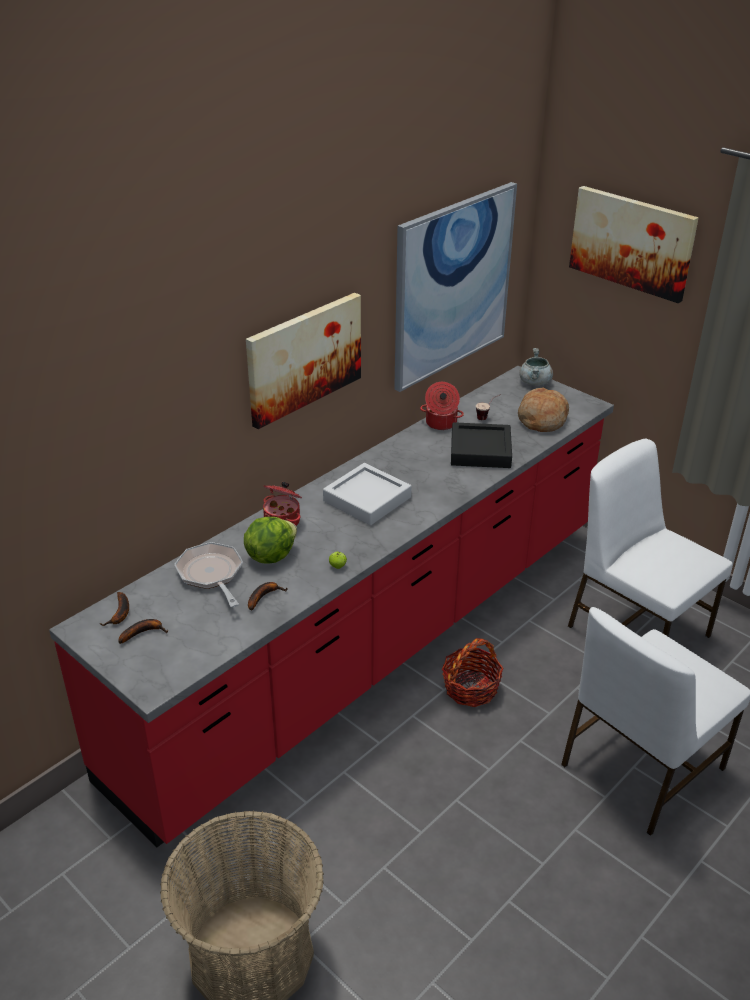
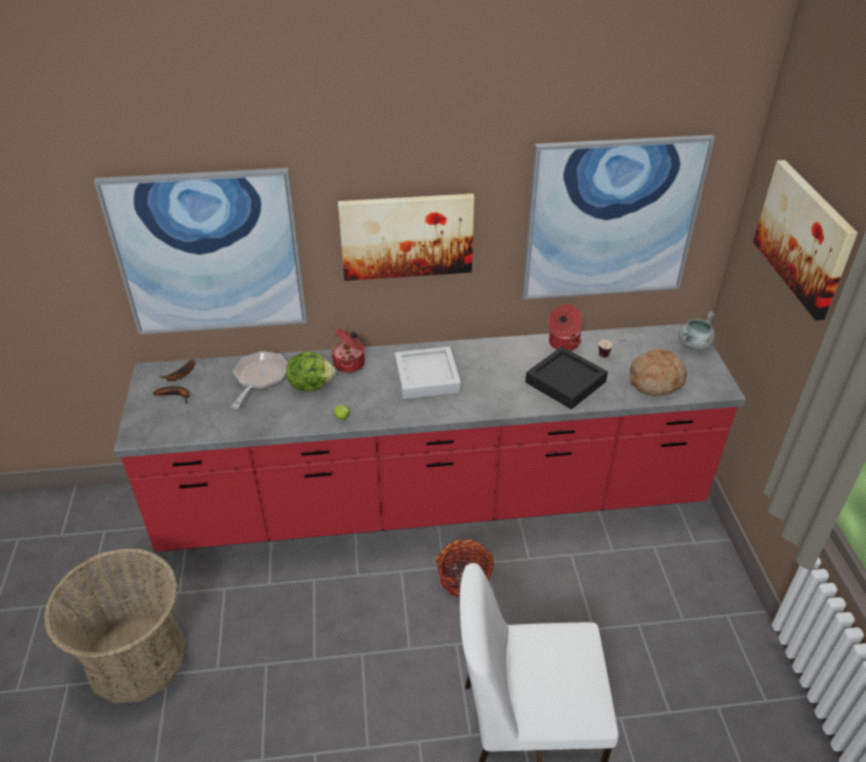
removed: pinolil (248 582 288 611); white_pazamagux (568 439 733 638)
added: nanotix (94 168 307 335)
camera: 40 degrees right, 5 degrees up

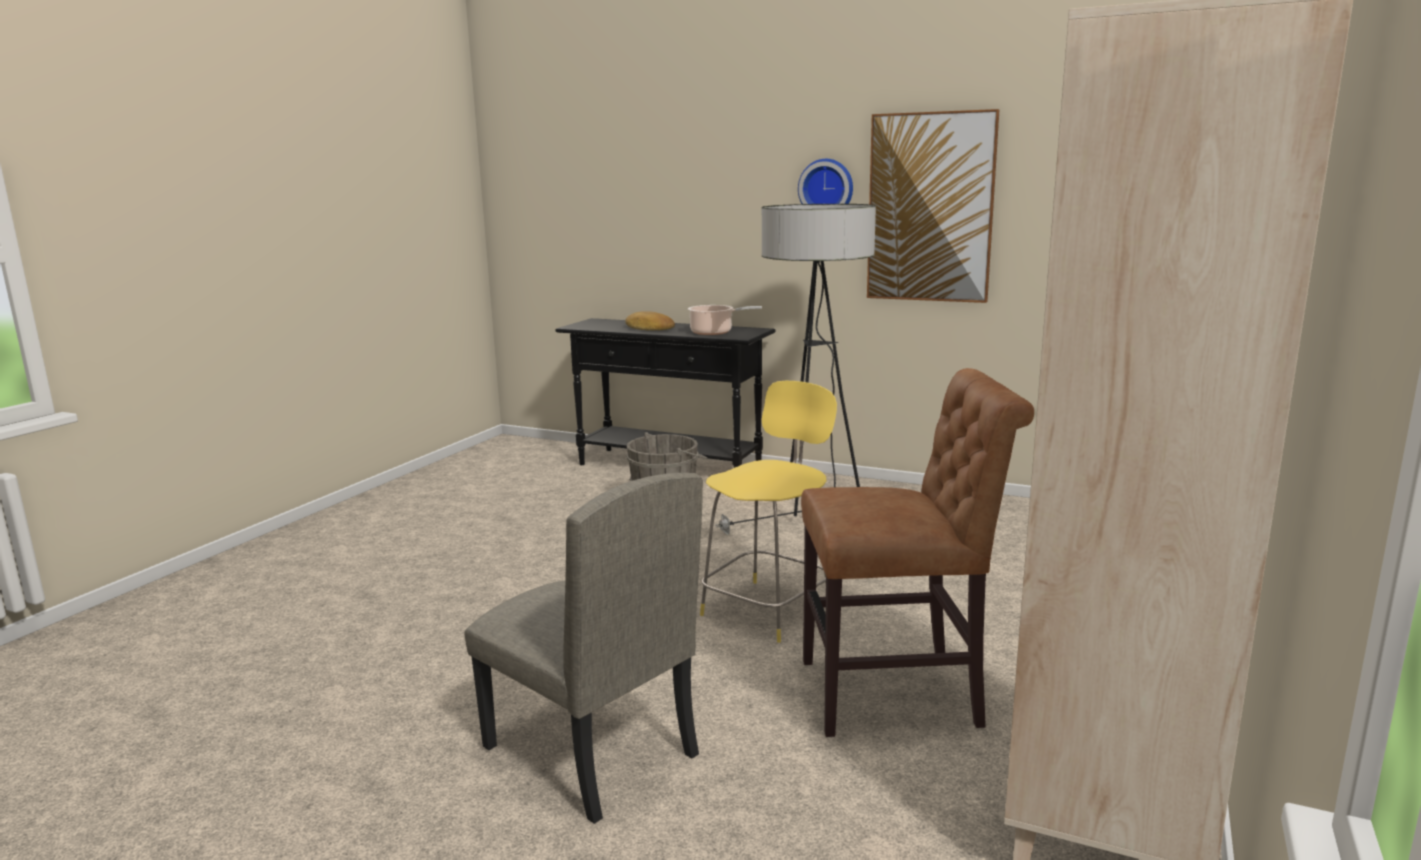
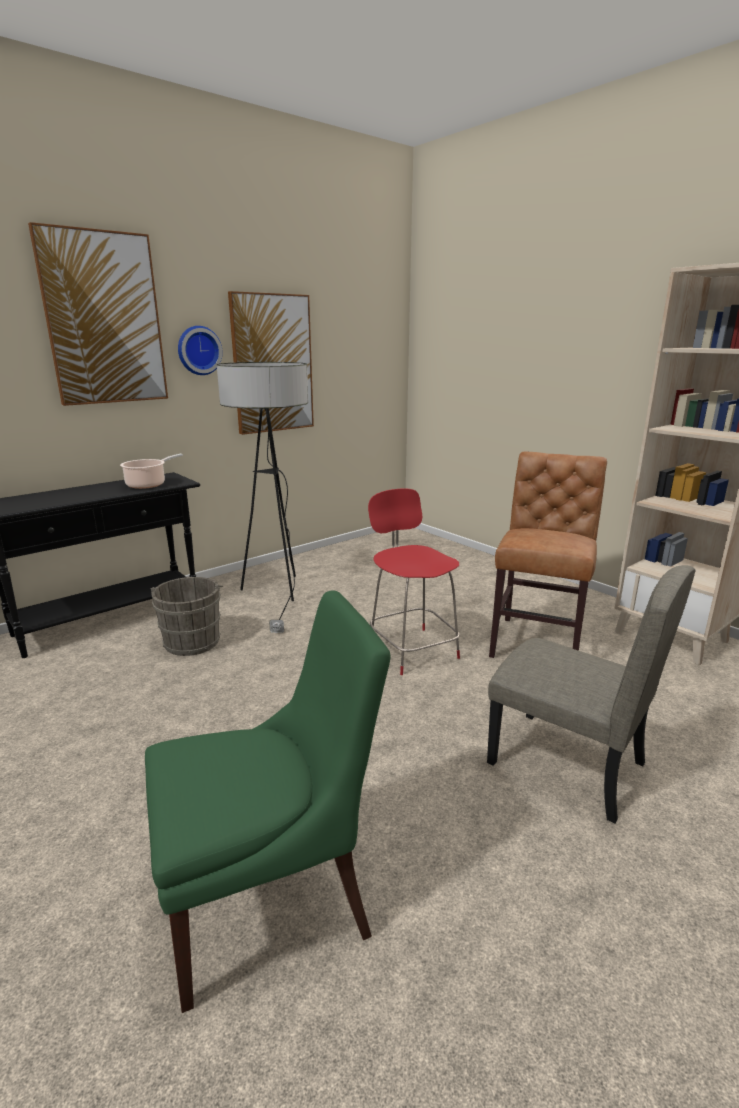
removed: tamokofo (625 311 675 331)
added: nanotix (28 222 168 406); green_pazamagux (145 590 390 1013)
recoloured: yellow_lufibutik (700 381 837 643) to red_lufibutik (368 488 460 675)
turned: beige_pazamagux (464 473 703 824) = (487 565 696 824) 60 degrees clockwise
camera: 65 degrees left, 5 degrees up

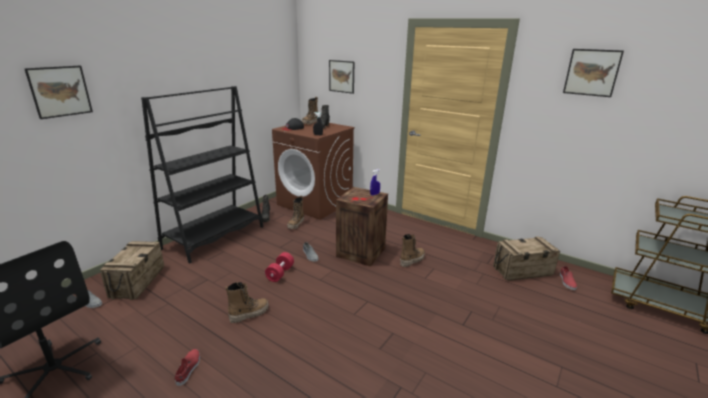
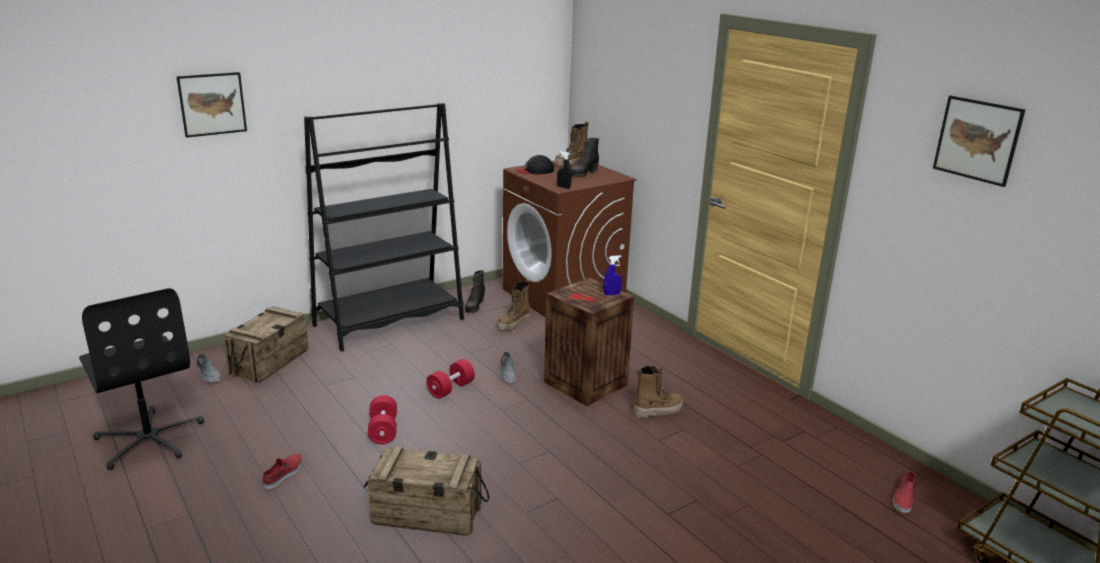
removed: nanotix (329 60 354 94)
moved: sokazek (493 236 560 281) to (364 446 489 536)
replaced: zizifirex (225 282 269 323) to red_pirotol (368 395 397 444)
camera: 20 degrees right, 0 degrees up

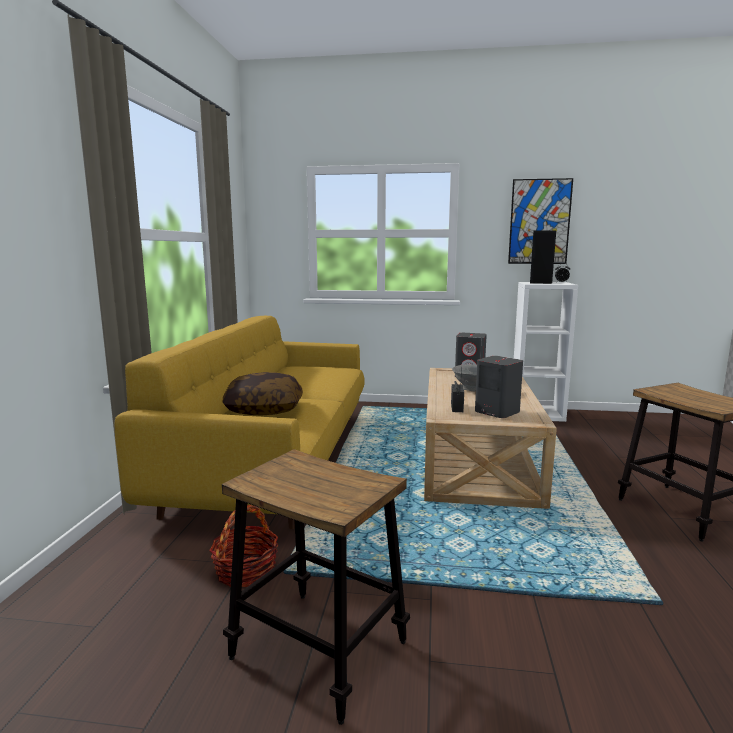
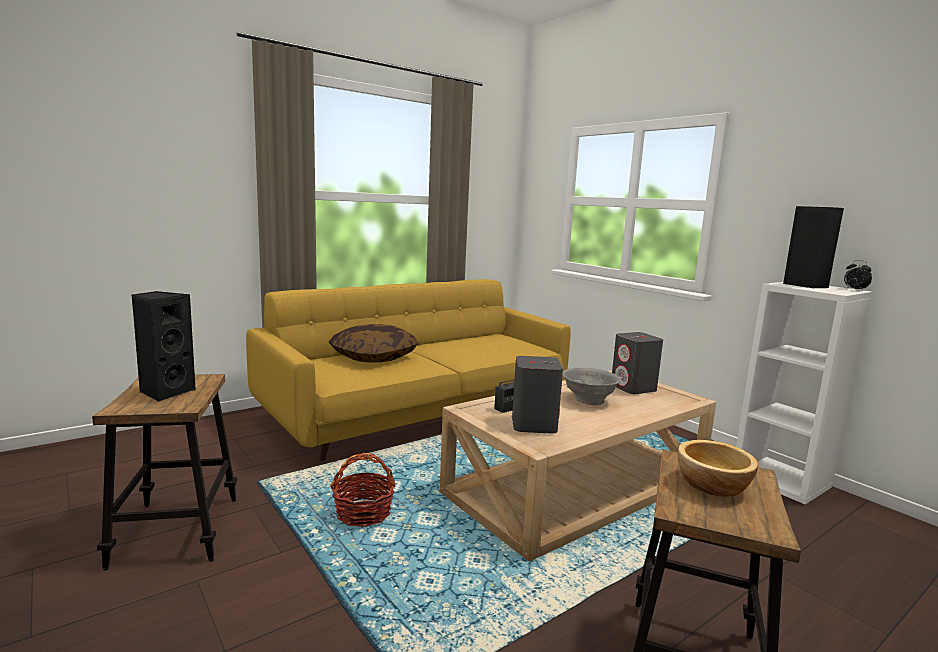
removed: nanotix (508 178 573 264)
added: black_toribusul (132 291 196 402); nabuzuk (678 440 758 497)
moved: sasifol (209 505 278 587) to (330 453 396 527)
camera: 45 degrees right, 0 degrees up

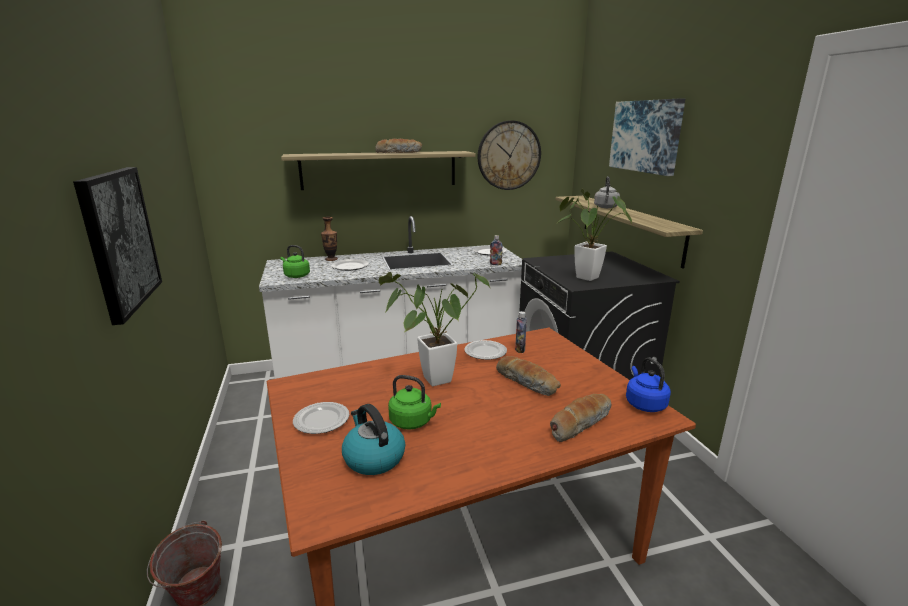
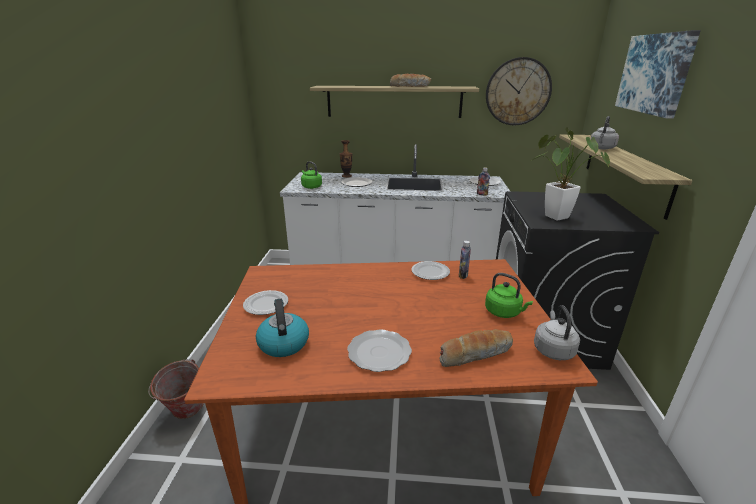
removed: nanotix (73 167 162 325); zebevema (378 272 490 386); tamokofo (496 356 561 396)
added: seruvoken (347 329 412 372)
moved: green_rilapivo (388 375 441 430) to (485 273 533 318)
recoloured: blue_rilapivo (626 357 671 412) to grey_rilapivo (534 305 580 360)
camera: 20 degrees right, 5 degrees up

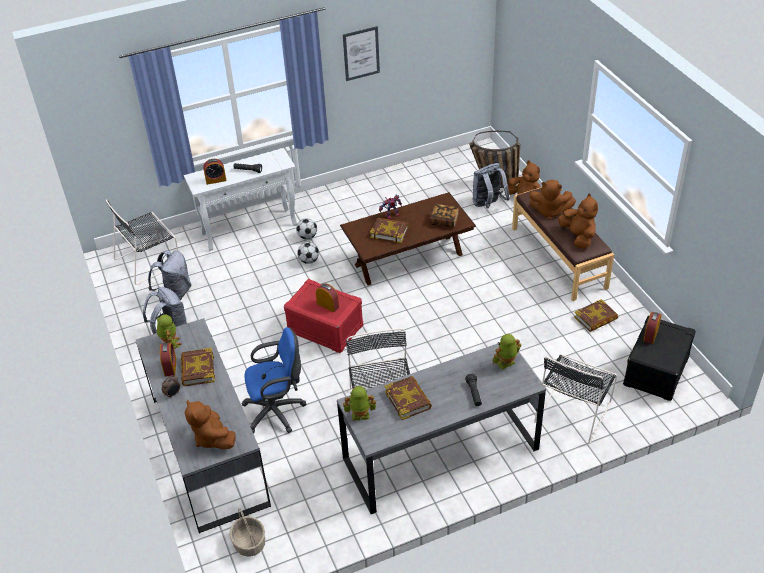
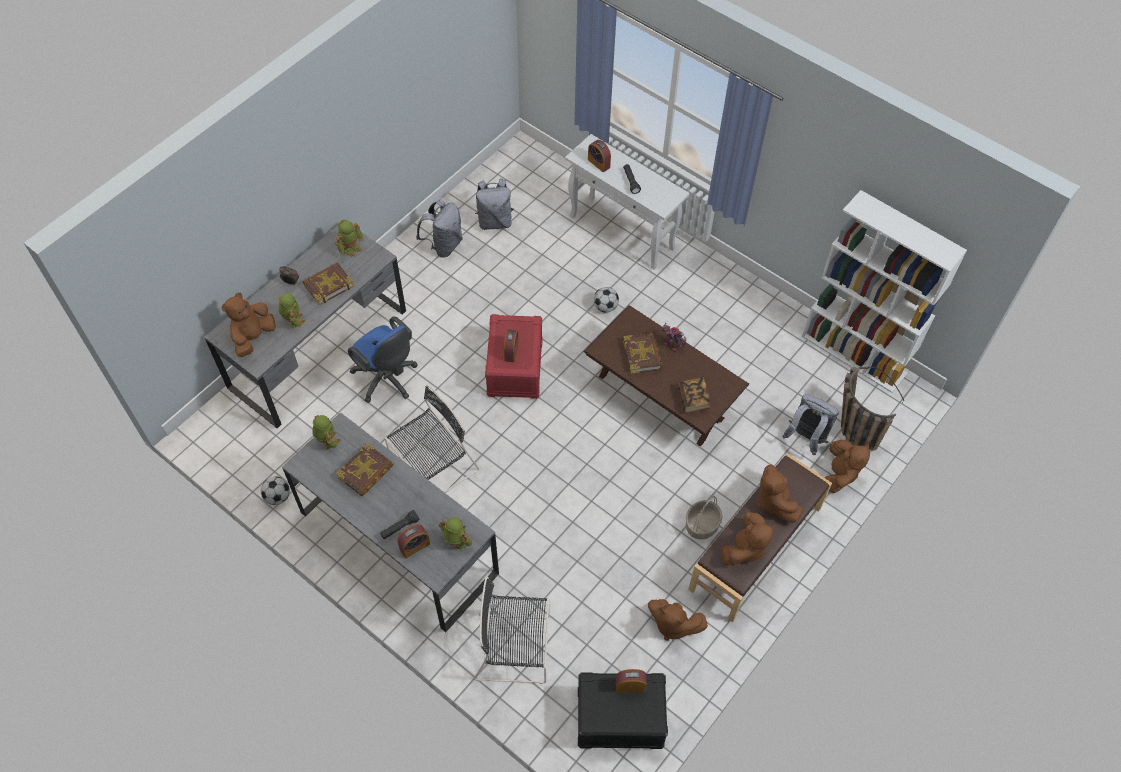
removed: black_pazamagux (106 199 178 285); nanotix (343 26 380 81)
added: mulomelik (278 294 306 328); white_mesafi (802 190 967 393)
moved: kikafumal (296 218 317 239) to (261 477 290 505); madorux (160 343 176 377) to (398 524 430 558); sasifol (230 508 265 557) to (686 496 722 540)
replaced: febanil (574 299 618 332) to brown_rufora (648 599 708 641)
camera: 60 degrees right, 15 degrees up

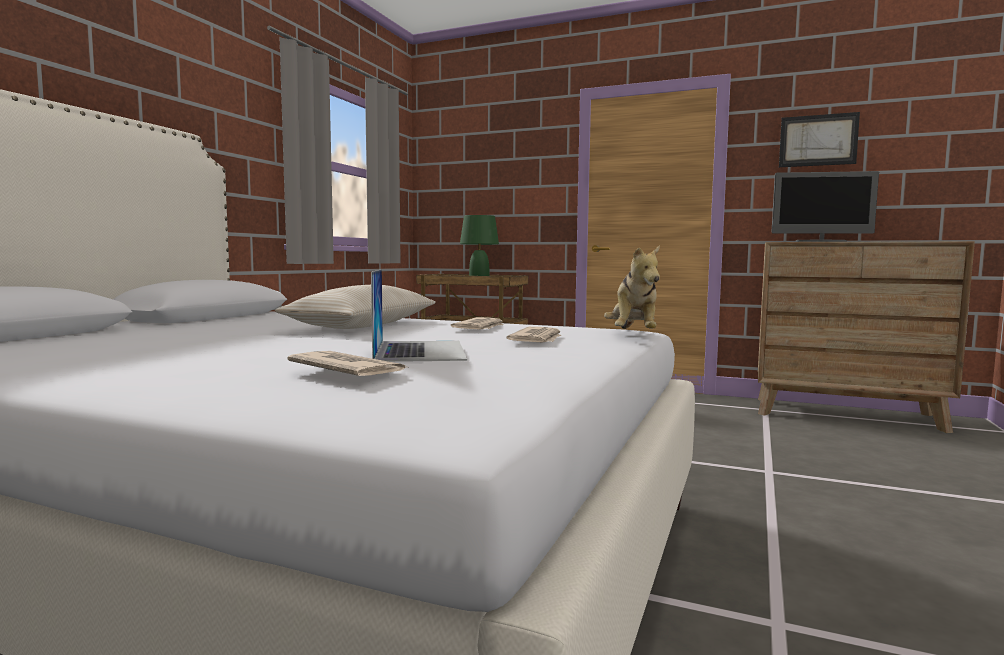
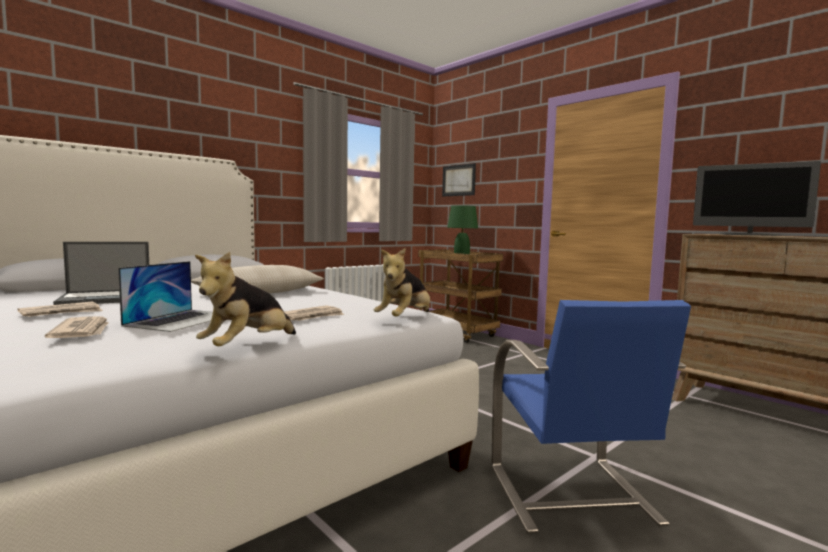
added: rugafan (53 242 149 305); rufora (195 252 296 346); blue_pazamagux (492 300 691 533)
moved: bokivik (451 317 504 330) to (17 302 103 317); nanotix (779 112 860 167) to (442 163 476 196)
camera: 25 degrees right, 0 degrees up

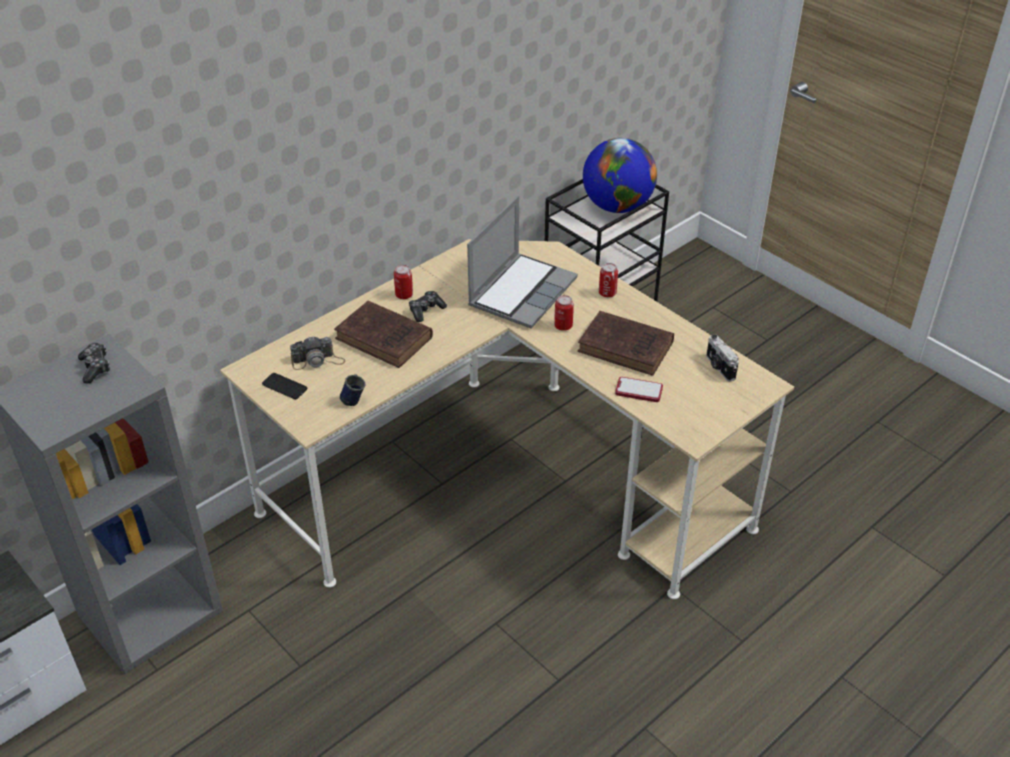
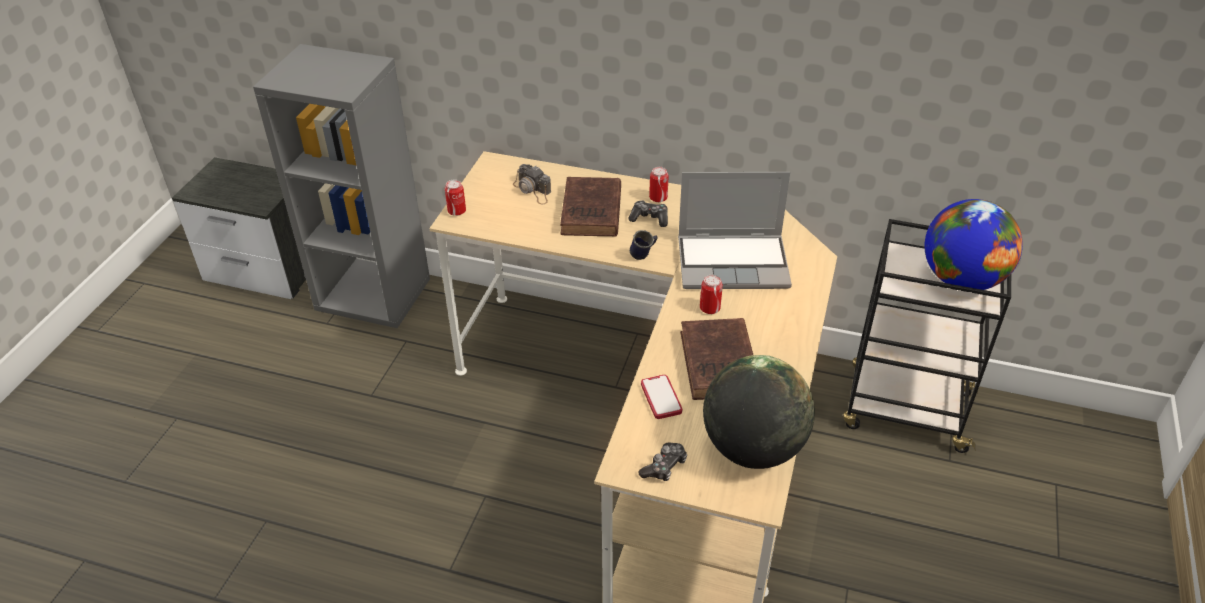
removed: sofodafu (262 373 308 399)
moved: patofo (599 263 618 297) to (445 180 466 216); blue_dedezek (340 374 365 406) to (630 230 658 260); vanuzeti (78 343 110 384) to (638 442 687 481)
replaced: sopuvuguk (706 334 739 382) to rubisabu (703 355 815 469)
camera: 60 degrees right, 0 degrees up

